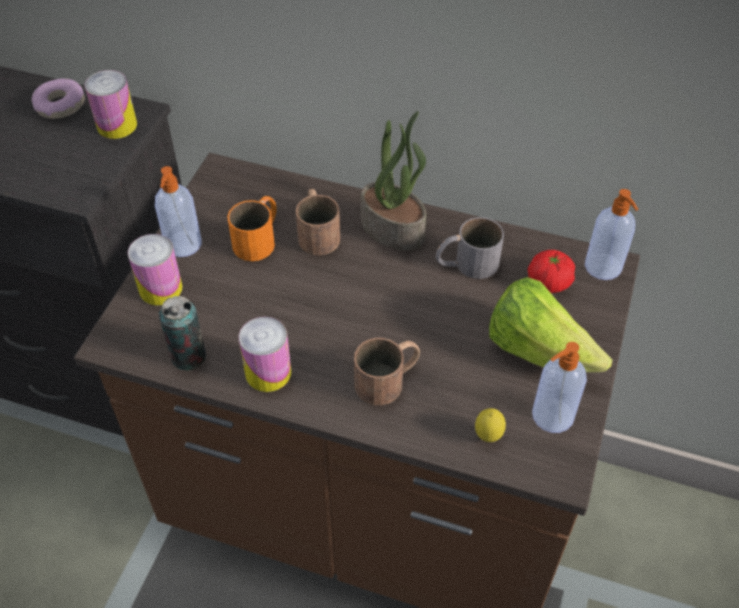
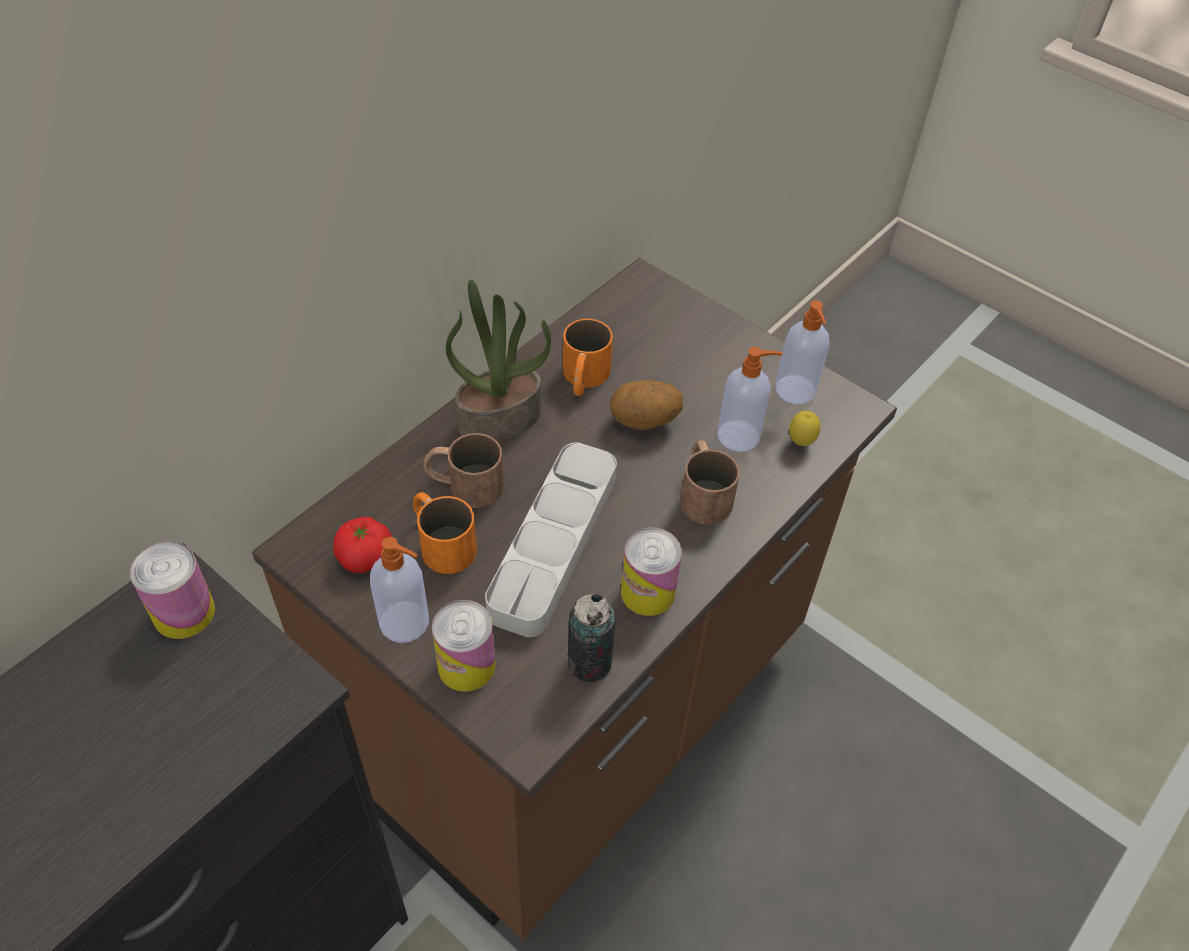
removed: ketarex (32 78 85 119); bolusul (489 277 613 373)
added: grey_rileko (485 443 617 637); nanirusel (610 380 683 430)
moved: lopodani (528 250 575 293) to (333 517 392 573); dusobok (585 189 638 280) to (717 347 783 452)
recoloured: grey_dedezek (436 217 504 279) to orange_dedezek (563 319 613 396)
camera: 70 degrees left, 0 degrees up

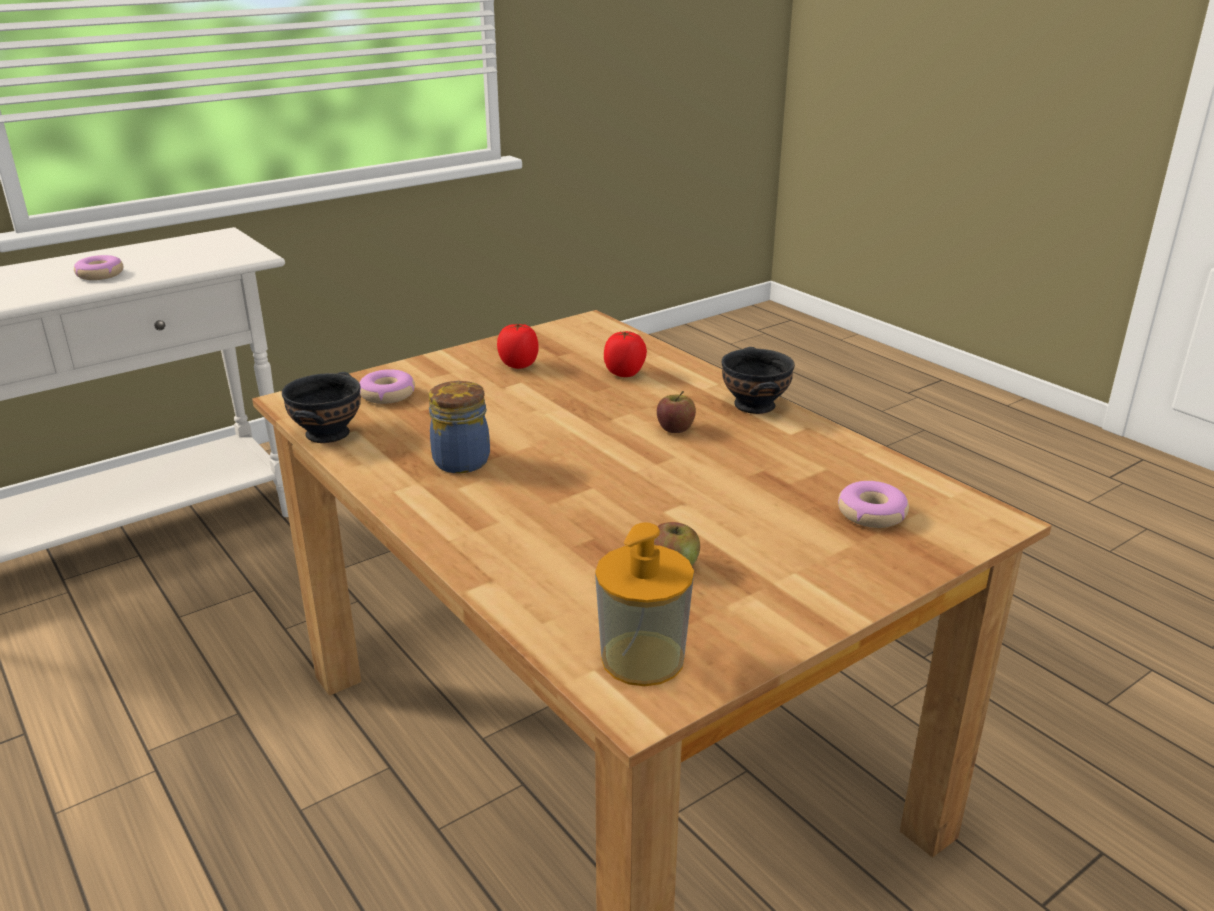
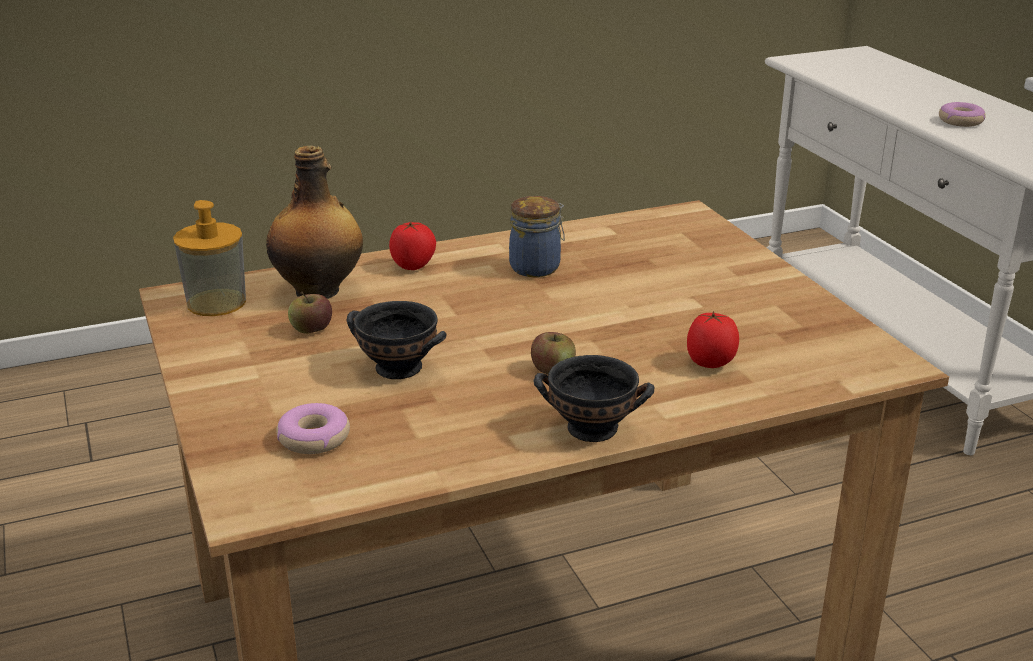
removed: ketarex (360 369 415 404)
added: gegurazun (266 145 363 299)
moved: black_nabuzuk (282 372 361 443) to (346 301 447 379); lopodani (497 324 539 369) to (389 222 436 270)
camera: 105 degrees right, 0 degrees up

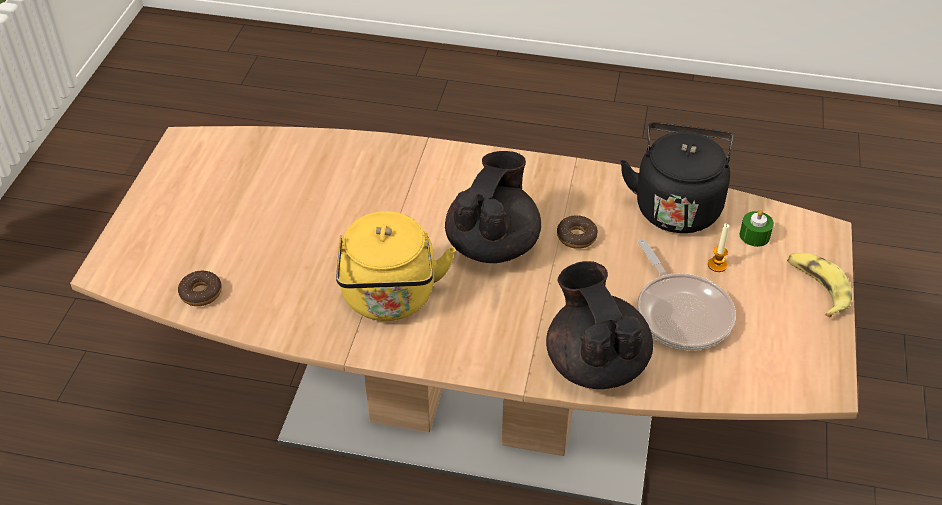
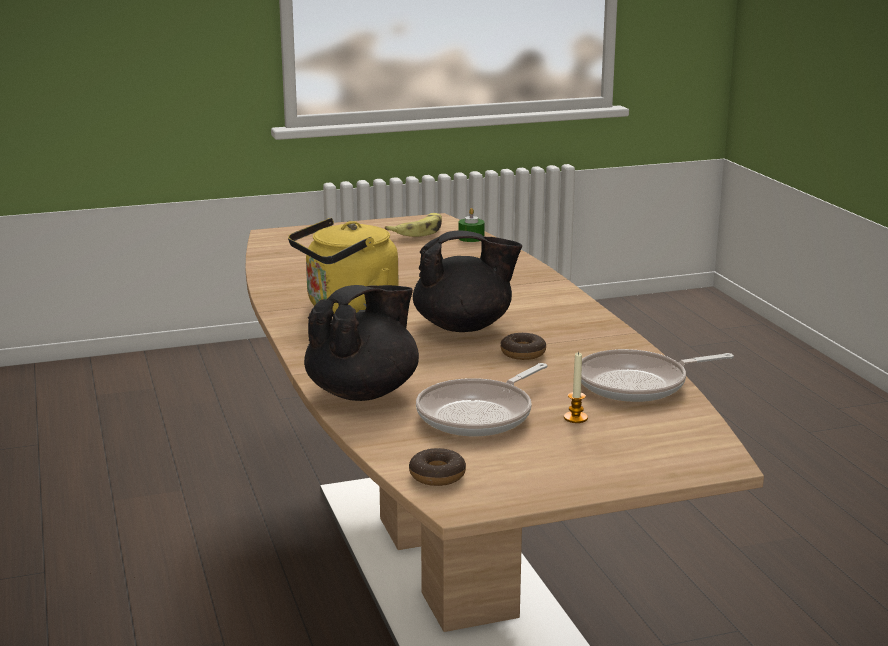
moved: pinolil (787 253 852 317) to (385 213 442 237); ketarex (178 271 222 306) to (409 448 466 486); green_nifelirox (740 209 774 247) to (458 208 485 242)
replaced: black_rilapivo (620 122 733 233) to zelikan (581 349 734 402)
camera: 60 degrees right, 25 degrees down

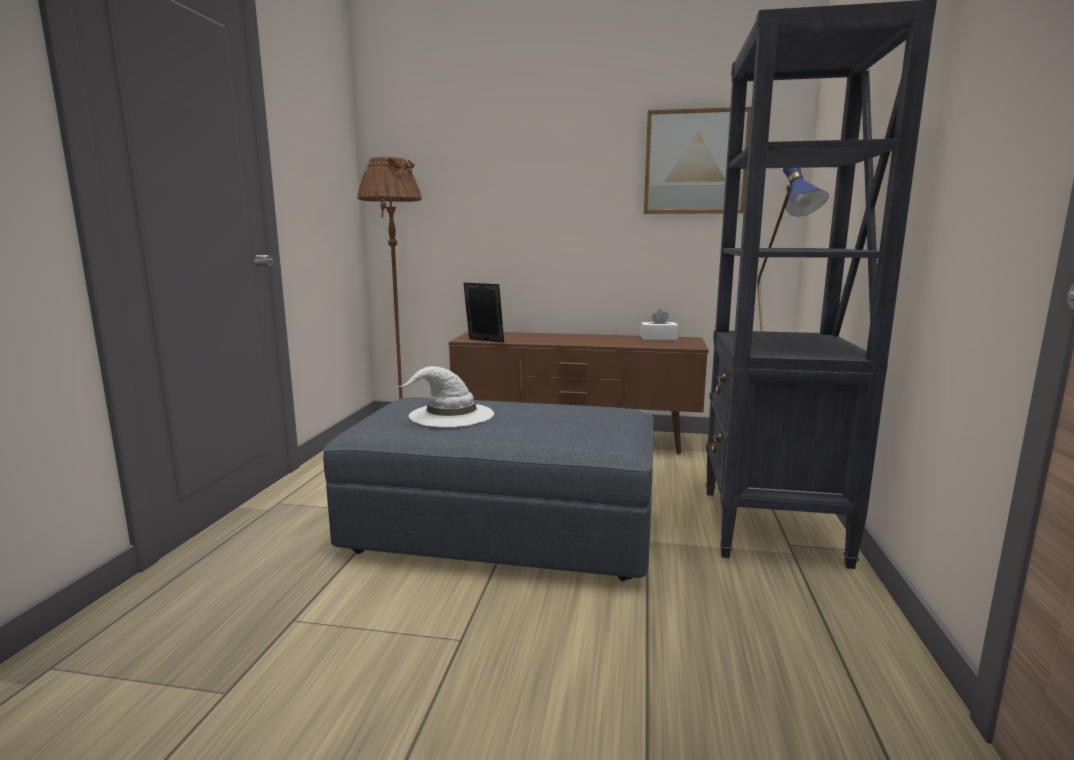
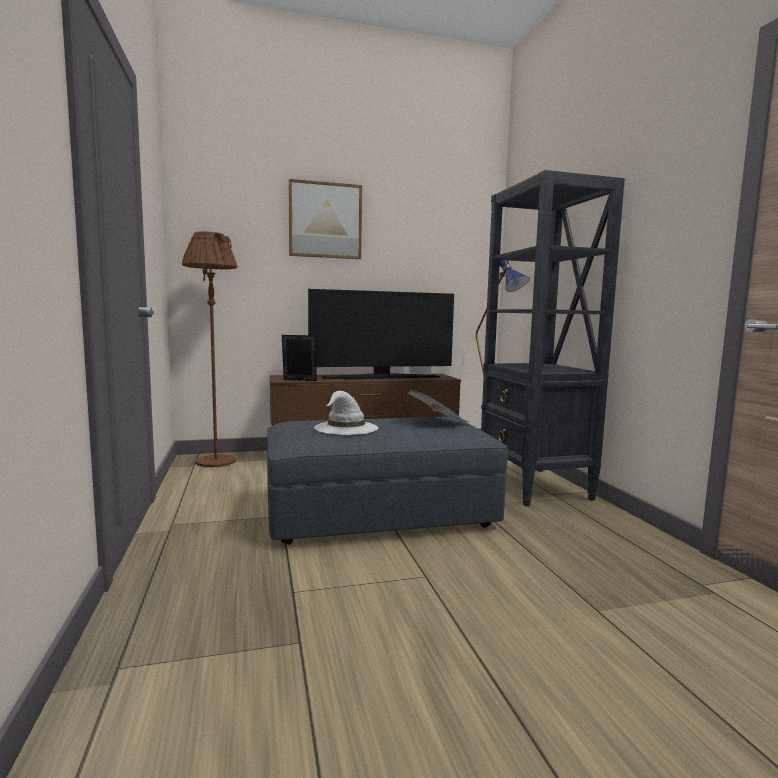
added: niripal (308 289 454 379); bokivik (408 390 468 422)
moved: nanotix (644 107 751 214) to (289 179 362 259)
camera: 25 degrees left, 5 degrees down

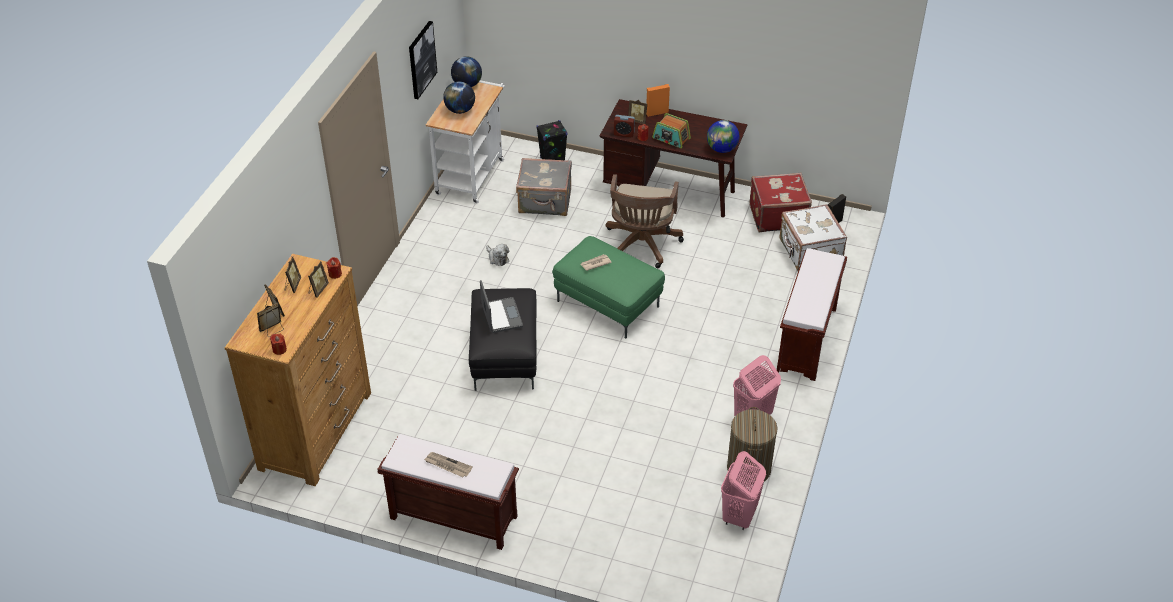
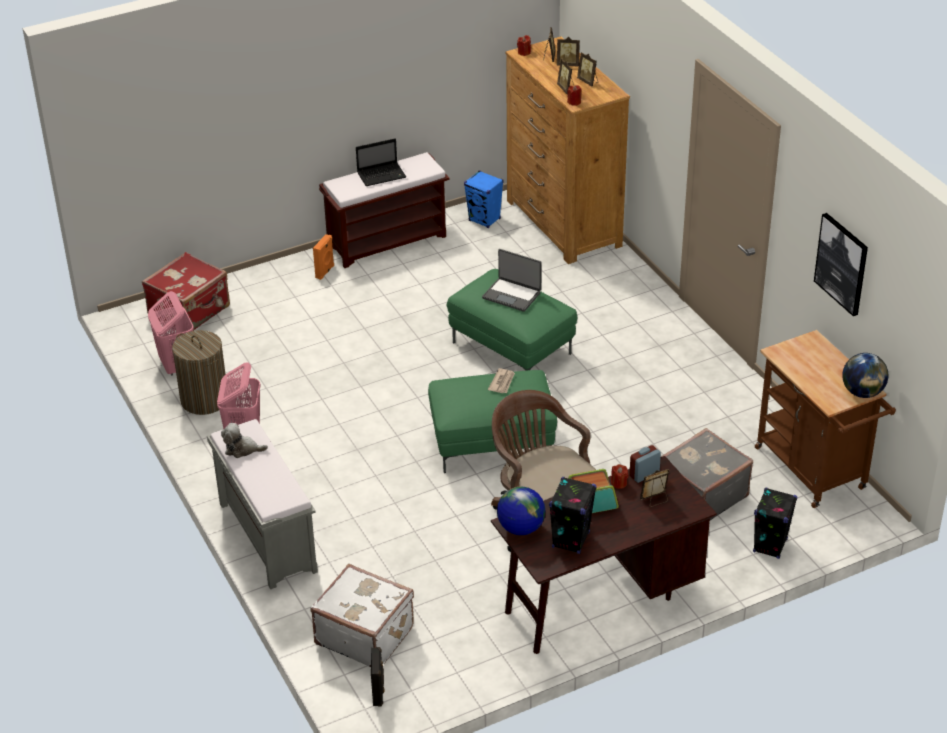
removed: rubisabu (443 81 475 114)
added: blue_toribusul (464 170 504 228); black_toribusul (549 477 597 554)
moved: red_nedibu (750 173 812 233) to (142 252 230 331); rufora (486 244 509 266) to (221 423 268 458); orange_toribusul (646 84 670 117) to (313 234 334 280)
replaced: bokivik (424 452 473 477) to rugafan (356 138 406 186)
recoloured: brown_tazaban (777 248 847 381) to grey_tazaban (207 419 318 589); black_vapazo (469 288 537 391) to green_vapazo (447 269 577 371); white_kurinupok (426 80 505 204) to brown_kurinupok (755 330 896 508)
camera: 135 degrees right, 5 degrees down

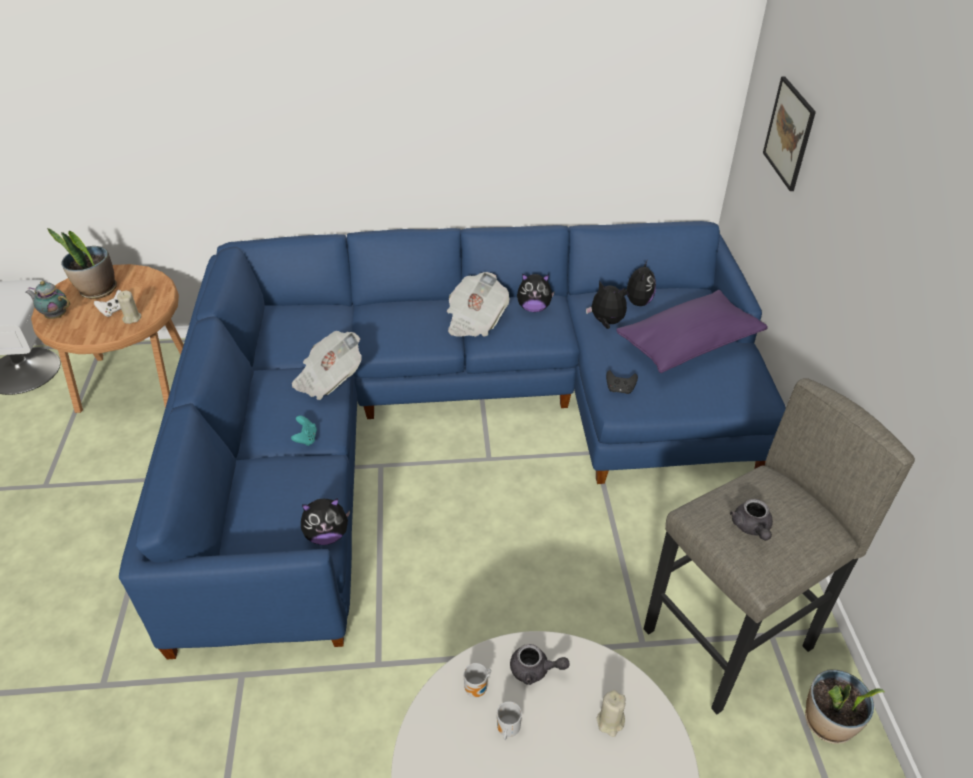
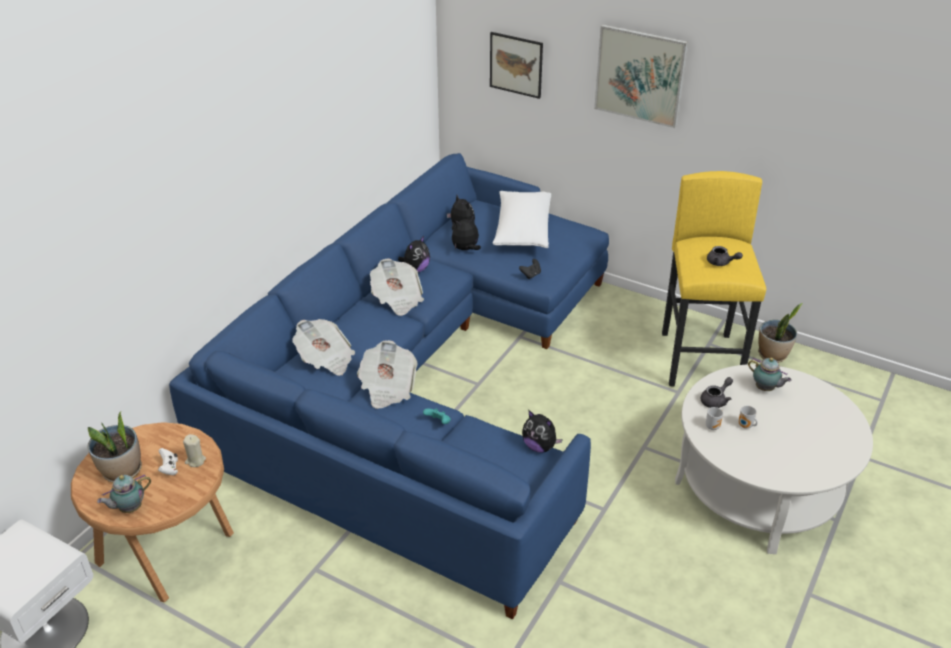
added: bokivik (292 319 355 376); nanotix (594 25 688 128)
replaced: beige_nifelirox (596 690 625 737) to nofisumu (748 358 792 391)
recoloured: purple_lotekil (616 290 768 373) to white_lotekil (493 191 551 248); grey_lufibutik (644 378 915 714) to yellow_lufibutik (662 171 766 386)
turned: rufora (301 498 350 545) = (522 410 563 453) 105 degrees clockwise
camera: 55 degrees left, 5 degrees down

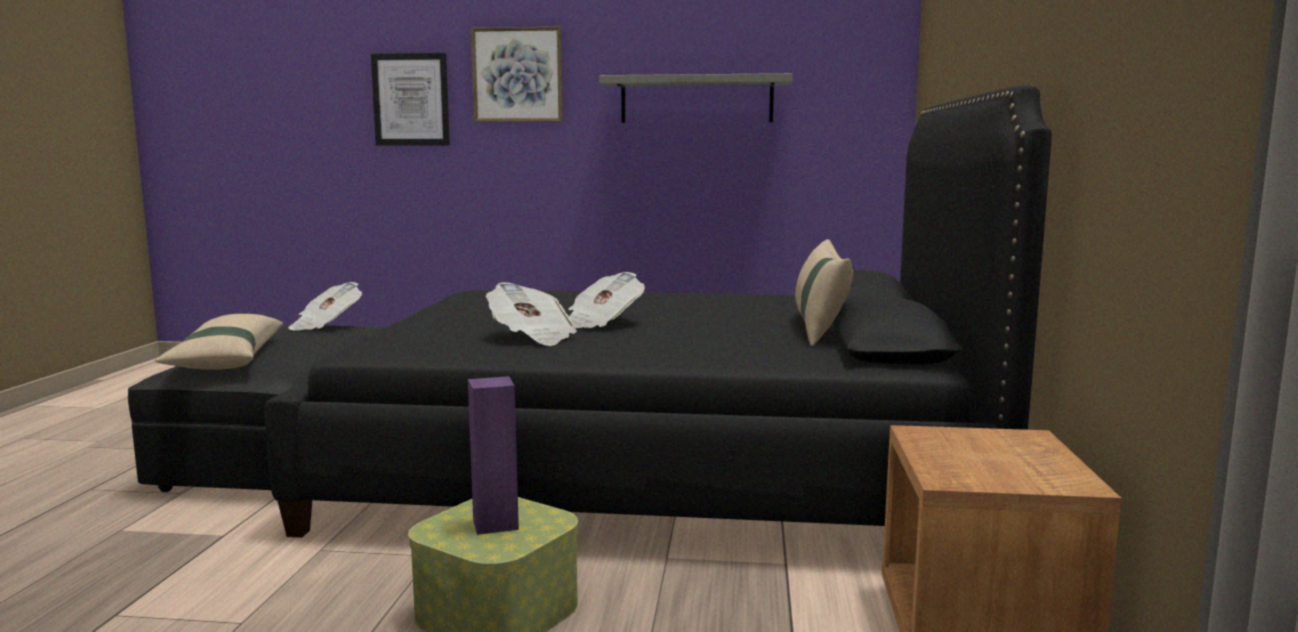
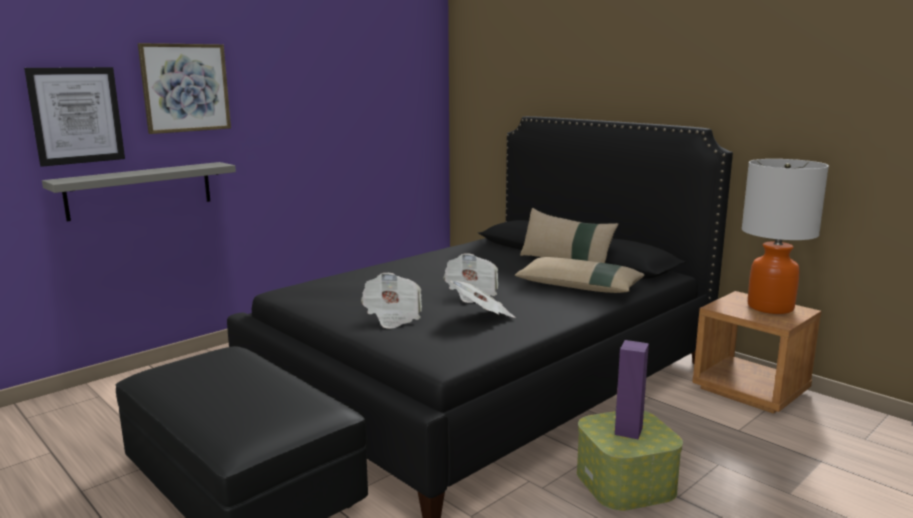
added: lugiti (742 159 829 314)
moved: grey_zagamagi (599 73 793 123) to (42 162 236 221); bokivik (288 282 362 331) to (361 273 422 329); beige_lotekil (155 314 283 370) to (515 257 644 293)
camera: 50 degrees left, 5 degrees up

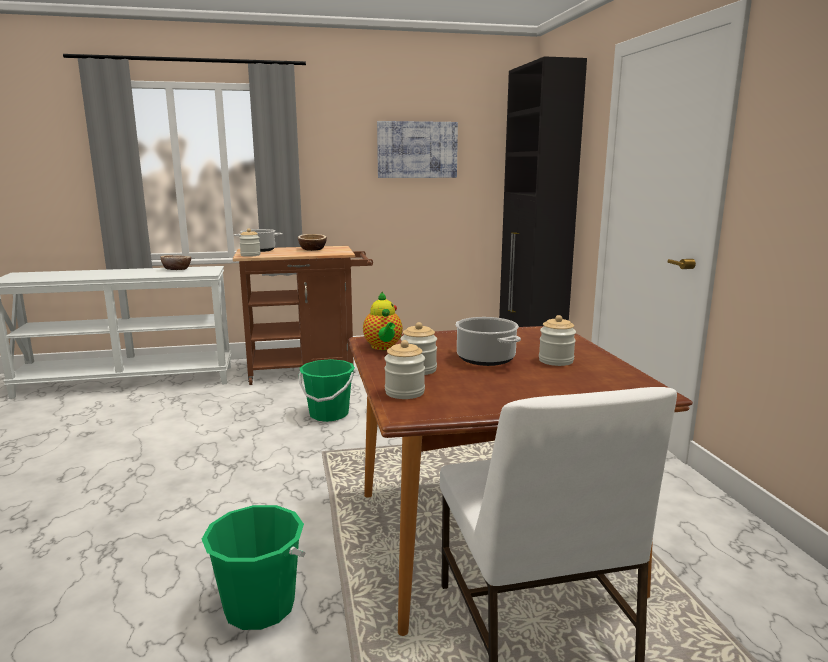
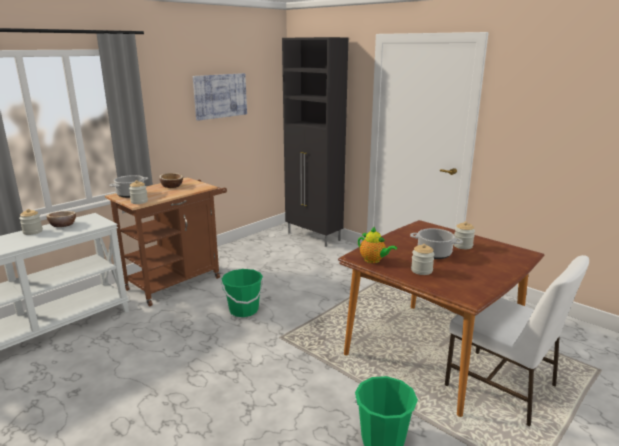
moved: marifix (384 340 425 399) to (19 209 43 235)
camera: 35 degrees left, 5 degrees up

